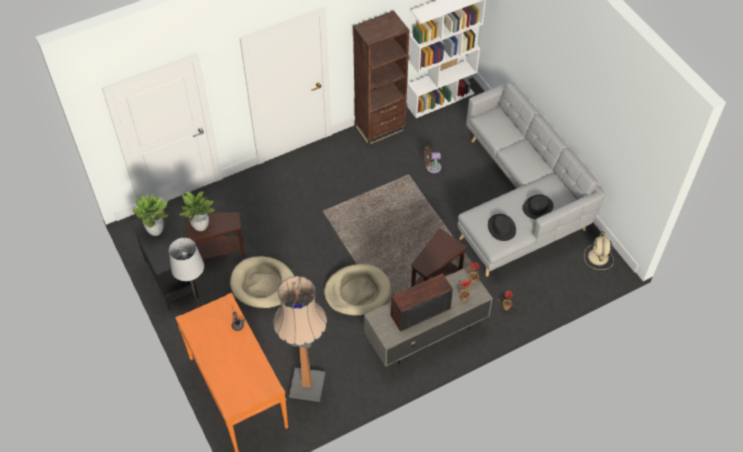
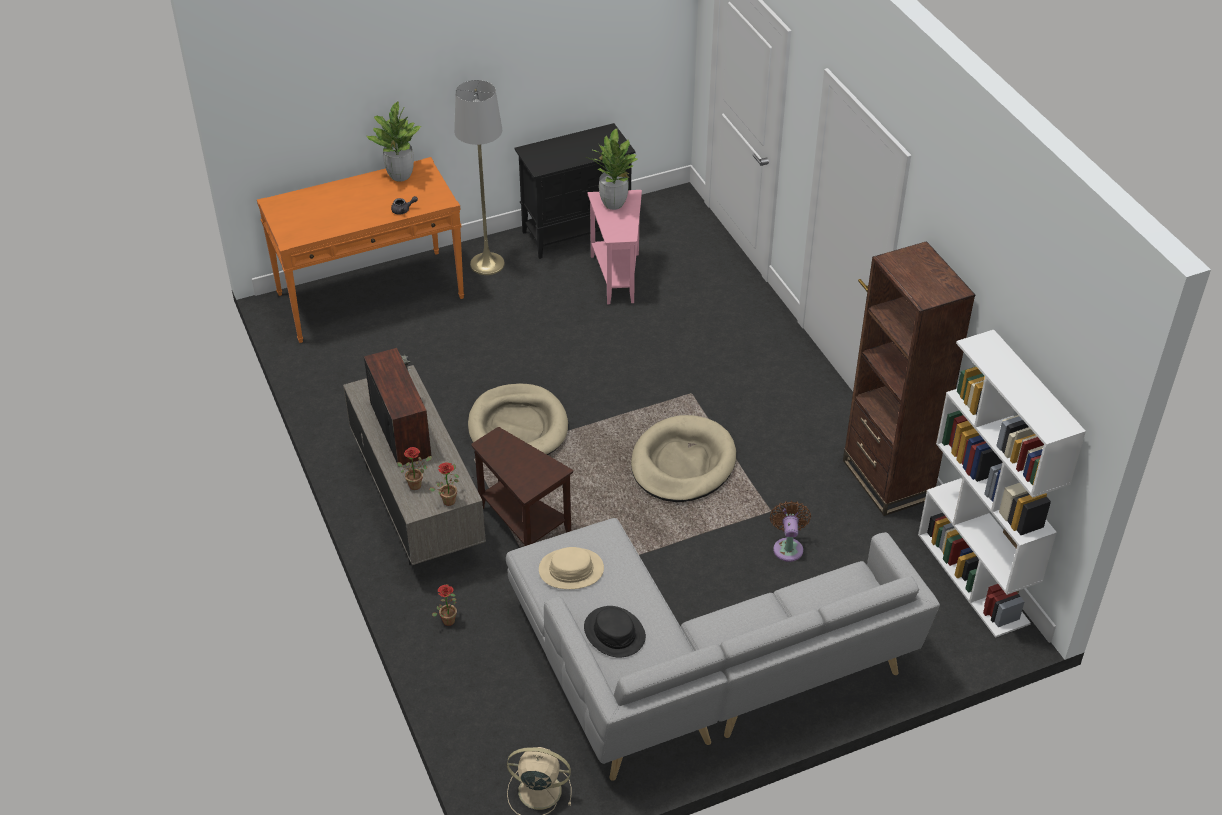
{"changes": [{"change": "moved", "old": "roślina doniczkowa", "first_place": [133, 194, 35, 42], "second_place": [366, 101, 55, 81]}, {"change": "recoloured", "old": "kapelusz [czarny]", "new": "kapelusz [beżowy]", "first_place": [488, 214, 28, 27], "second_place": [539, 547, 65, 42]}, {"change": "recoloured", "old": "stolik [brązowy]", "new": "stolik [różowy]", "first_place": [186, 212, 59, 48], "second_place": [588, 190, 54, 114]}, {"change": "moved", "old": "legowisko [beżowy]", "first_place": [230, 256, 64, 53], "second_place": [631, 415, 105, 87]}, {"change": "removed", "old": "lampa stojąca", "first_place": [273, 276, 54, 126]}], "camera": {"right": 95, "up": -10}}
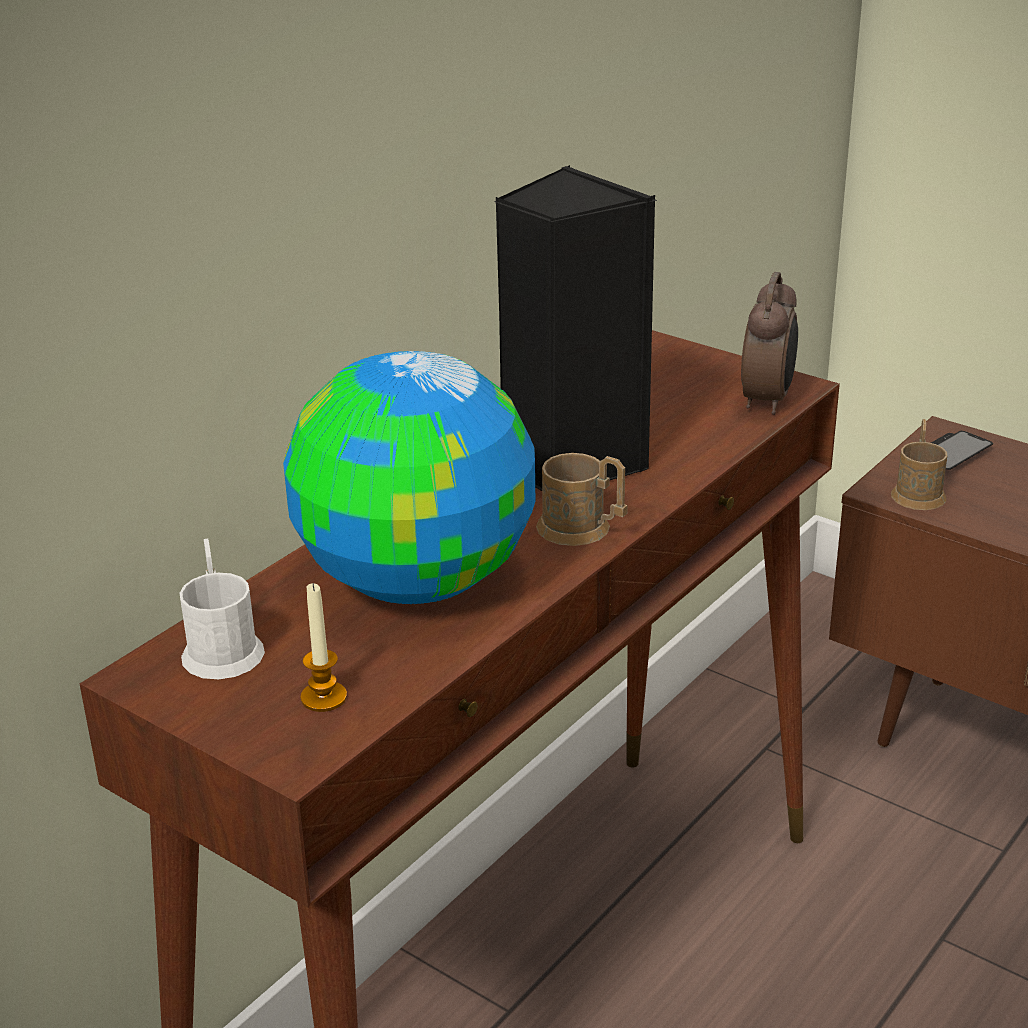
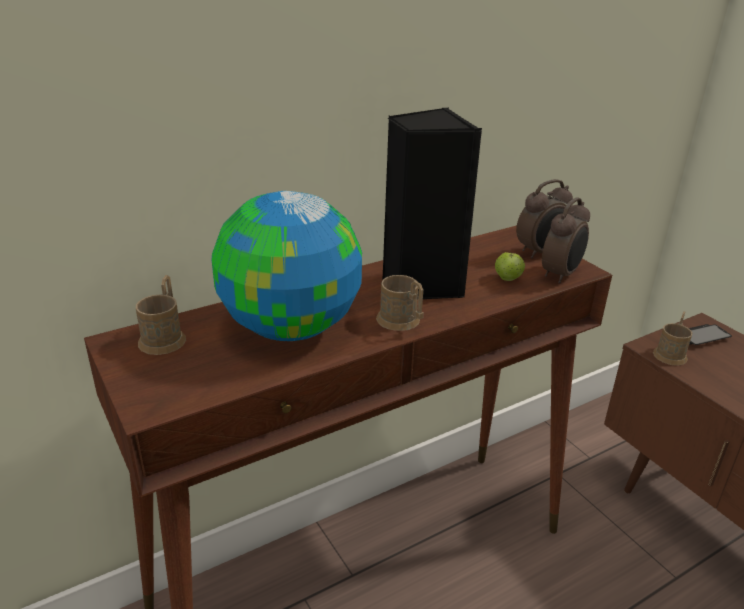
{"changes": [{"change": "recoloured", "old": "kubek [biały]", "new": "kubek [brązowy]", "first_place": [180, 539, 85, 140], "second_place": [136, 275, 50, 80]}, {"change": "added", "new": "jabłko", "second_place": [495, 252, 30, 29]}, {"change": "added", "new": "budzik", "second_place": [516, 179, 57, 80]}, {"change": "removed", "old": "świeca", "first_place": [300, 583, 47, 129]}], "camera": {"right": 20, "up": 0}}
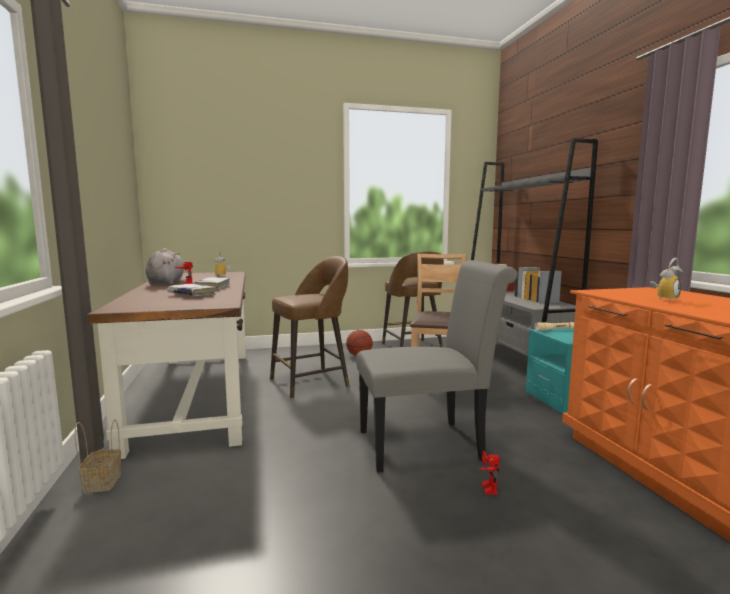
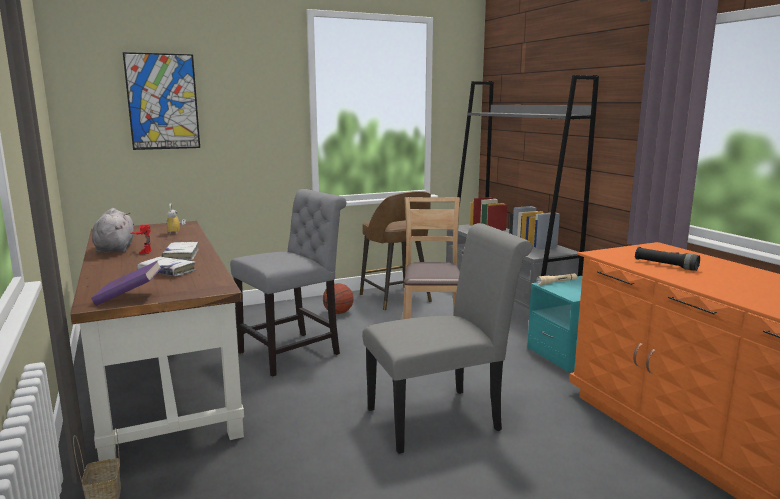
{"changes": [{"change": "added", "new": "książka [fioletowy]", "second_place": [91, 261, 71, 45]}, {"change": "added", "new": "obraz", "second_place": [123, 52, 77, 98]}, {"change": "replaced", "old": "stołek [brązowy]", "new": "krzesło [szary]", "first_place": [270, 256, 79, 142], "second_place": [230, 189, 116, 188]}, {"change": "replaced", "old": "budzik", "new": "latarka [czarny]", "first_place": [650, 258, 33, 44], "second_place": [635, 247, 65, 24]}, {"change": "removed", "old": "robot zabawkowy", "first_place": [479, 451, 21, 43]}], "camera": {"right": -10, "up": 5}}
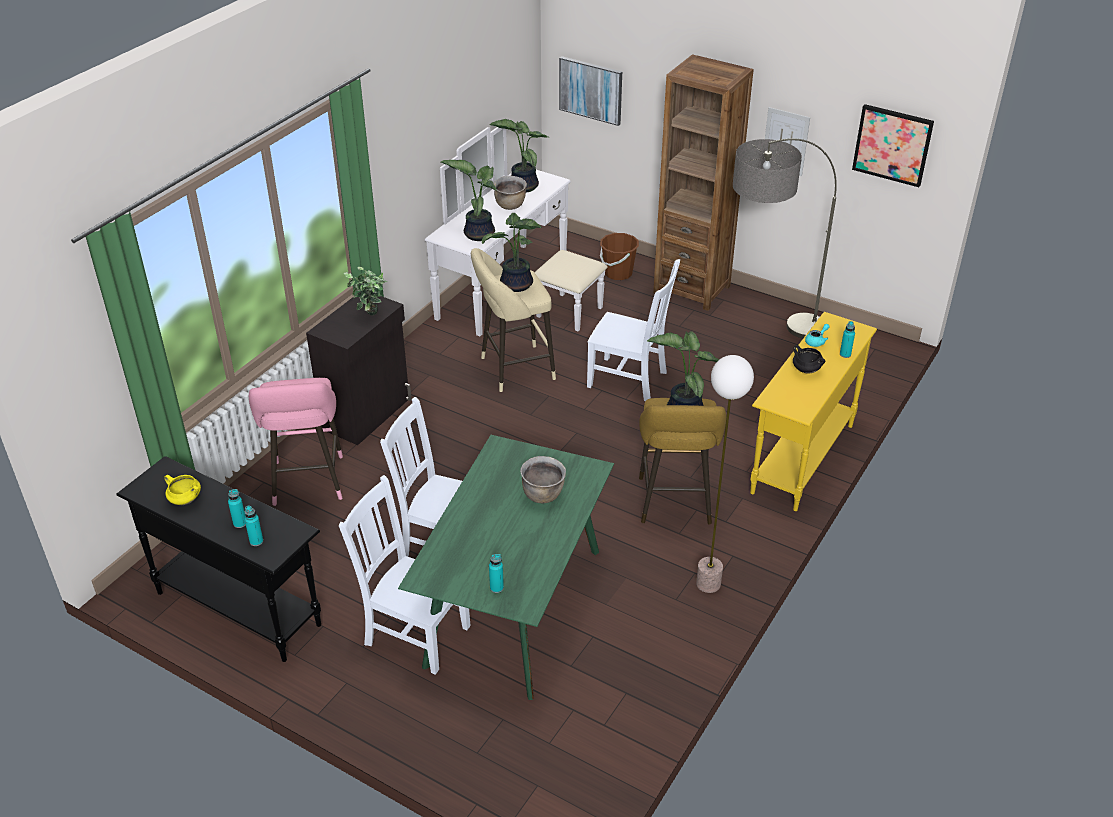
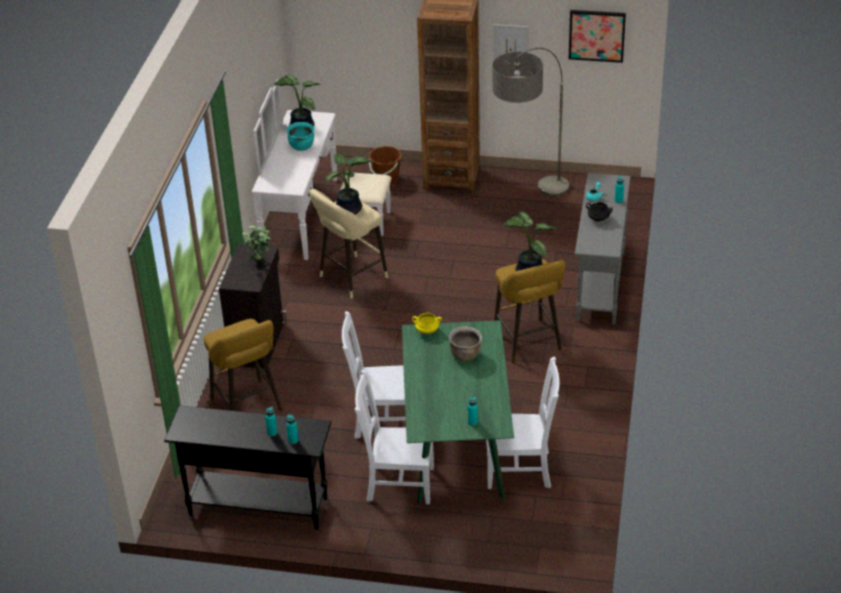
{"changes": [{"change": "recoloured", "old": "stołek [różowy]", "new": "stołek [żółty]", "first_place": [249, 378, 94, 128], "second_place": [204, 319, 78, 92]}, {"change": "recoloured", "old": "garnek [brązowy]", "new": "garnek [turkusowy]", "first_place": [494, 176, 33, 34], "second_place": [286, 122, 29, 29]}, {"change": "moved", "old": "garnek [żółty]", "first_place": [164, 475, 37, 30], "second_place": [412, 313, 30, 21]}, {"change": "moved", "old": "krzesło [biały]", "first_place": [587, 259, 93, 142], "second_place": [486, 356, 74, 133]}, {"change": "recoloured", "old": "stolik konsolowy [żółty]", "new": "stolik konsolowy [szary]", "first_place": [750, 312, 127, 199], "second_place": [575, 173, 56, 152]}, {"change": "removed", "old": "roślina doniczkowa", "first_place": [441, 160, 56, 81]}, {"change": "removed", "old": "obraz", "first_place": [559, 56, 63, 70]}, {"change": "removed", "old": "lampa stojąca", "first_place": [696, 355, 58, 238]}], "camera": {"right": -20, "up": 0}}
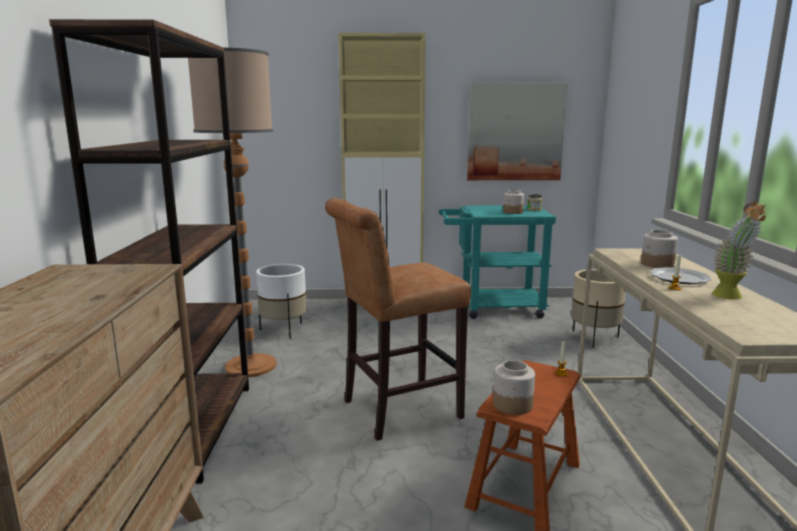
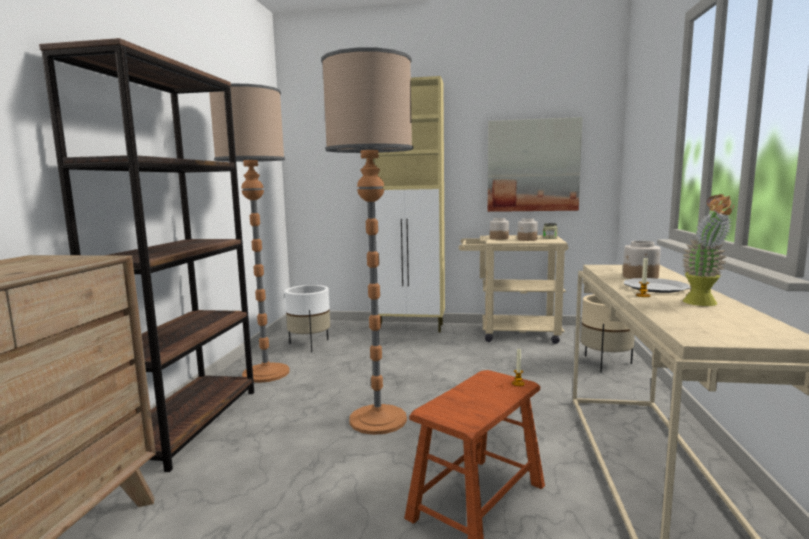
{"changes": [{"change": "replaced", "old": "stołek [brązowy]", "new": "lampa stojąca", "first_place": [325, 198, 146, 243], "second_place": [321, 48, 92, 387]}, {"change": "recoloured", "old": "wózek [turkusowy]", "new": "wózek [beżowy]", "first_place": [439, 205, 117, 114], "second_place": [458, 235, 110, 109]}, {"change": "moved", "old": "słoik", "first_place": [493, 360, 42, 55], "second_place": [490, 218, 19, 22]}], "camera": {"right": 10, "up": -5}}
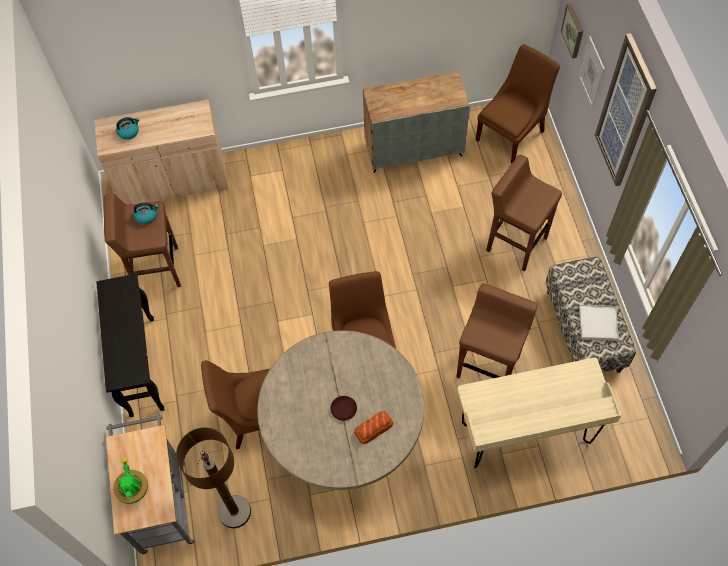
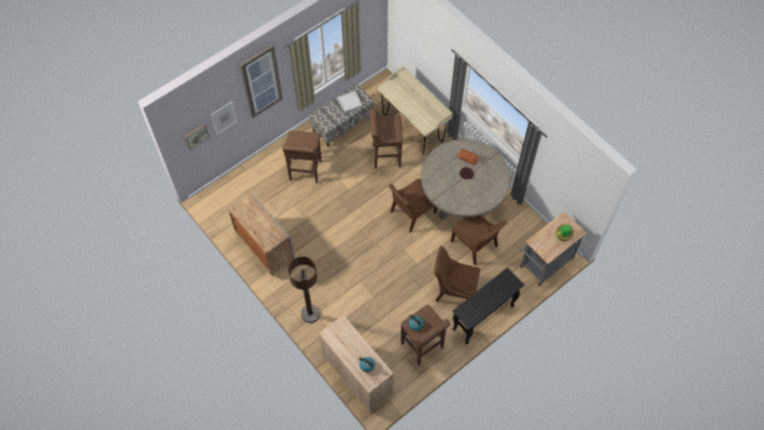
{"changes": [{"change": "moved", "old": "lampa stojąca [brązowy]", "first_place": [176, 427, 75, 101], "second_place": [288, 256, 32, 67]}, {"change": "moved", "old": "krzesło [brązowy]", "first_place": [476, 44, 84, 119], "second_place": [434, 246, 46, 56]}], "camera": {"right": -120, "up": 0}}
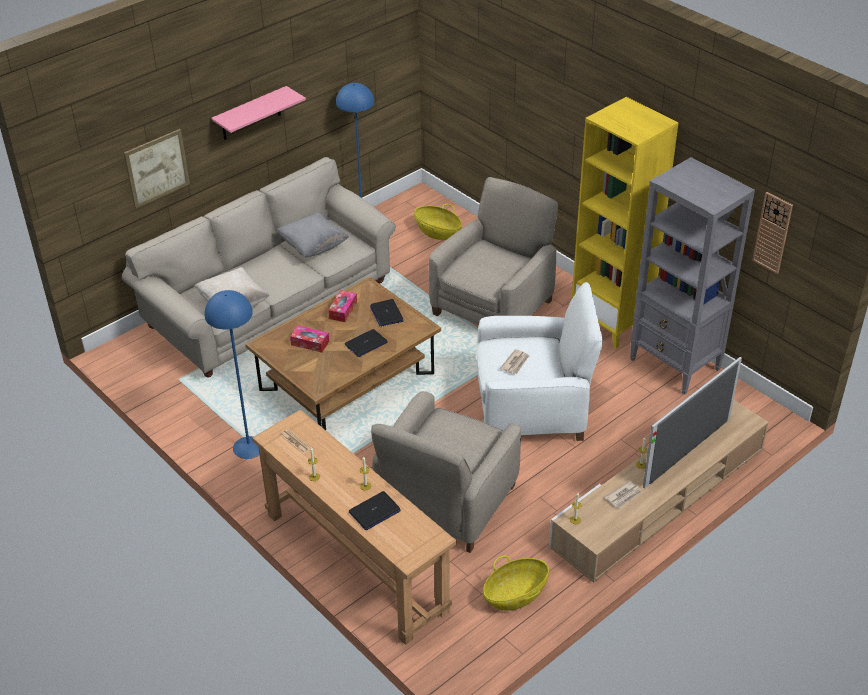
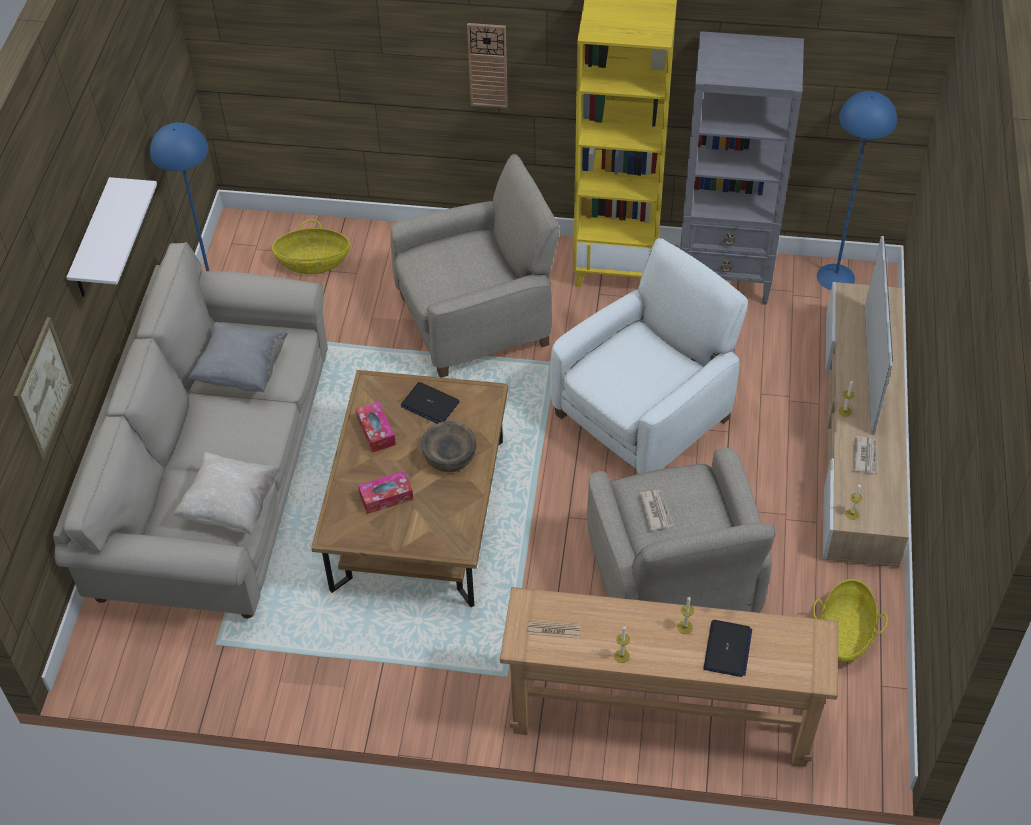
{"changes": [{"change": "recoloured", "old": "półka [różowy]", "new": "półka [biały]", "first_place": [211, 86, 95, 54], "second_place": [67, 177, 90, 120]}, {"change": "turned", "old": "fotel [beżowy]", "first_place": [429, 177, 129, 148], "second_place": [390, 154, 170, 224], "degrees": 75}, {"change": "replaced", "old": "laptop", "new": "miska [brązowy]", "first_place": [345, 329, 43, 28], "second_place": [421, 421, 56, 51]}, {"change": "moved", "old": "zegar ścienny", "first_place": [752, 192, 41, 82], "second_place": [467, 23, 41, 85]}, {"change": "moved", "old": "gazeta", "first_place": [500, 349, 29, 25], "second_place": [639, 490, 35, 41]}, {"change": "moved", "old": "lampa stojąca [niebieski]", "first_place": [205, 290, 54, 169], "second_place": [817, 91, 80, 199]}], "camera": {"right": -40, "up": 10}}
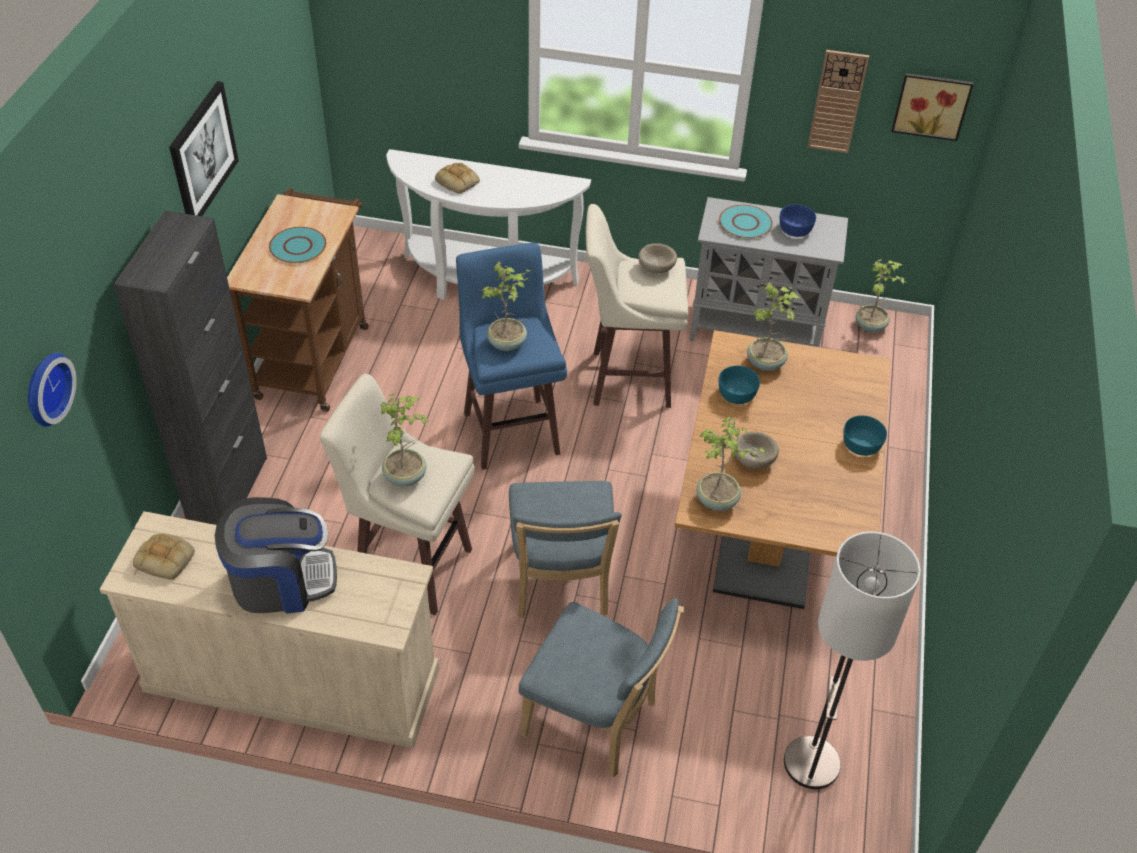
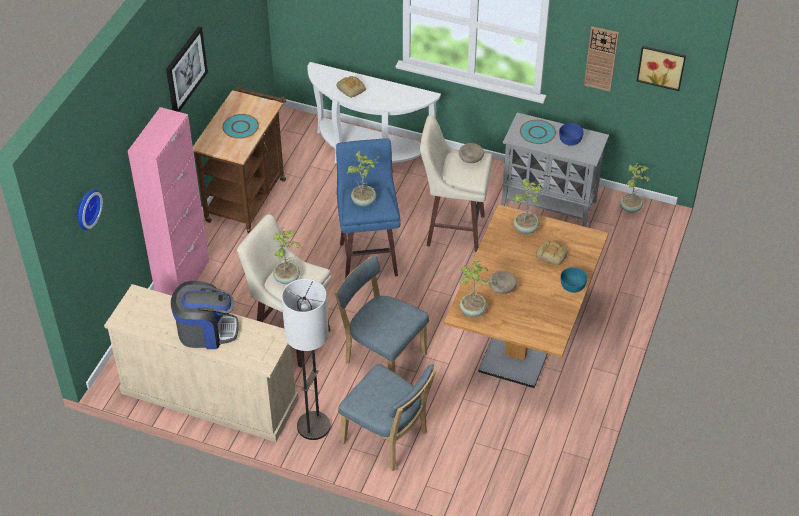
{"changes": [{"change": "recoloured", "old": "szafka [czarny]", "new": "szafka [różowy]", "first_place": [114, 211, 153, 314], "second_place": [128, 107, 81, 189]}, {"change": "moved", "old": "lampa stojąca", "first_place": [784, 531, 137, 258], "second_place": [281, 279, 50, 161]}, {"change": "turned", "old": "krzesło [niebieski]", "first_place": [509, 481, 113, 137], "second_place": [335, 256, 94, 116], "degrees": 120}, {"change": "moved", "old": "chleb", "first_place": [133, 533, 62, 47], "second_place": [536, 241, 32, 25]}, {"change": "removed", "old": "miska [turkusowy]", "first_place": [719, 366, 41, 38]}], "camera": {"right": 10, "up": 0}}
